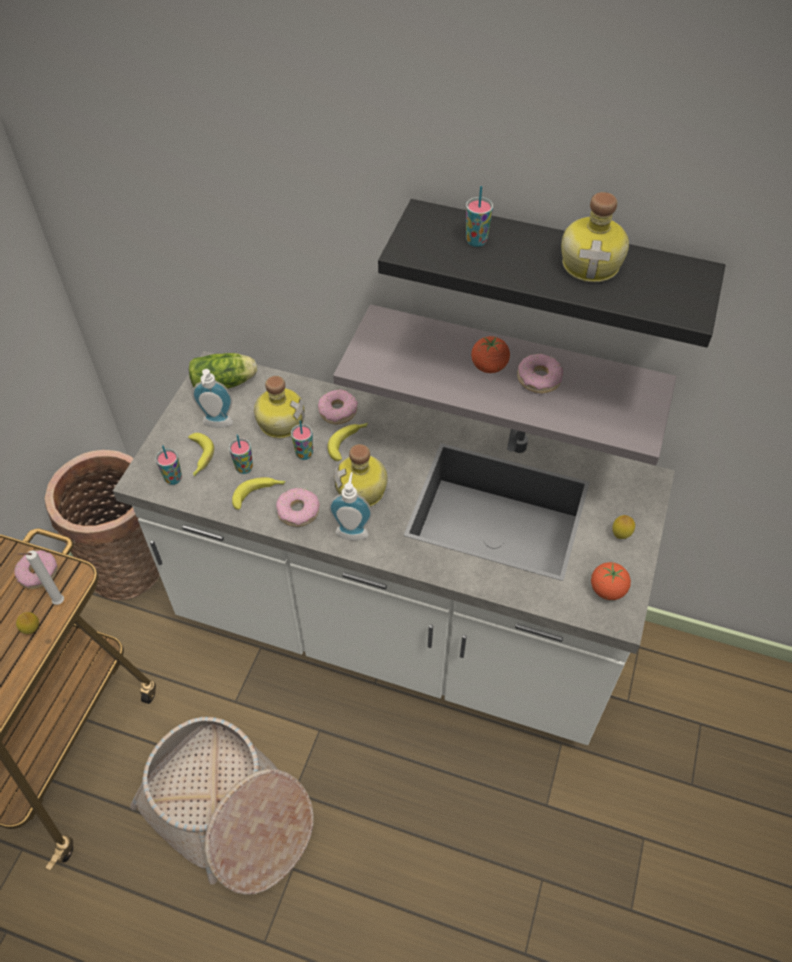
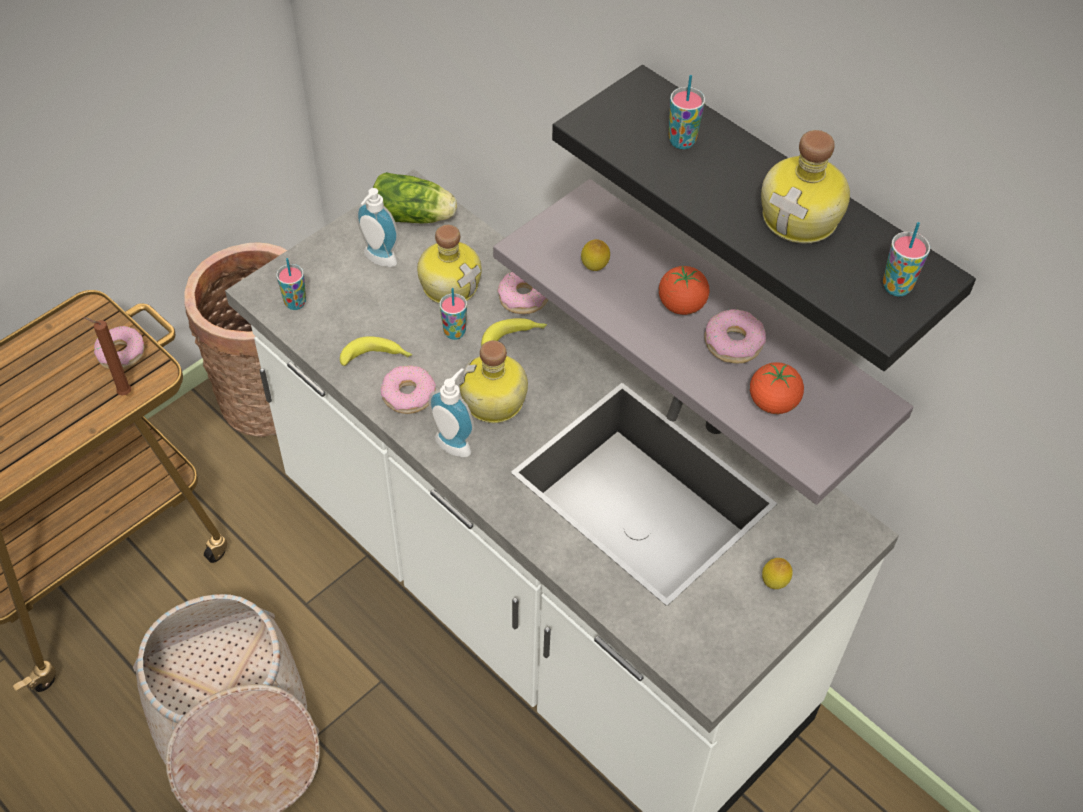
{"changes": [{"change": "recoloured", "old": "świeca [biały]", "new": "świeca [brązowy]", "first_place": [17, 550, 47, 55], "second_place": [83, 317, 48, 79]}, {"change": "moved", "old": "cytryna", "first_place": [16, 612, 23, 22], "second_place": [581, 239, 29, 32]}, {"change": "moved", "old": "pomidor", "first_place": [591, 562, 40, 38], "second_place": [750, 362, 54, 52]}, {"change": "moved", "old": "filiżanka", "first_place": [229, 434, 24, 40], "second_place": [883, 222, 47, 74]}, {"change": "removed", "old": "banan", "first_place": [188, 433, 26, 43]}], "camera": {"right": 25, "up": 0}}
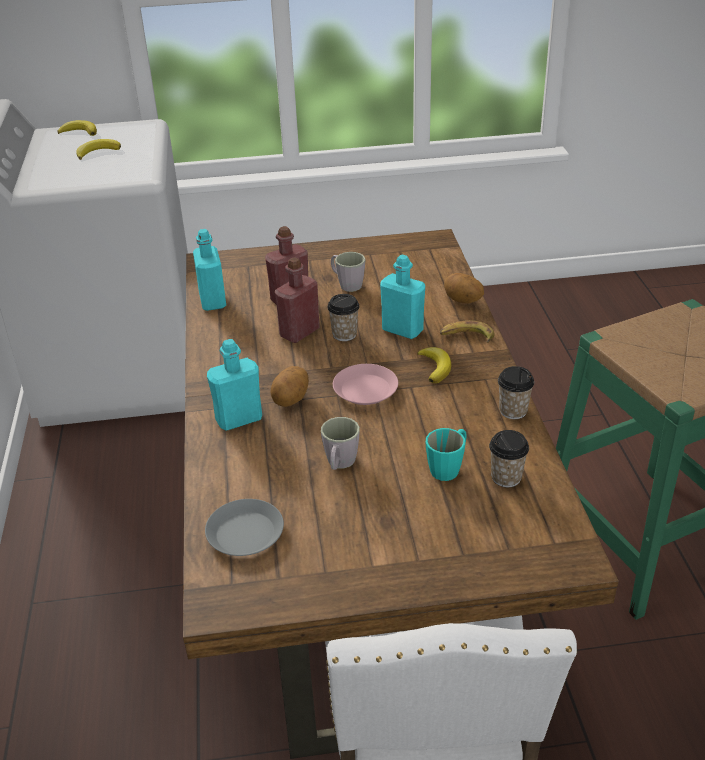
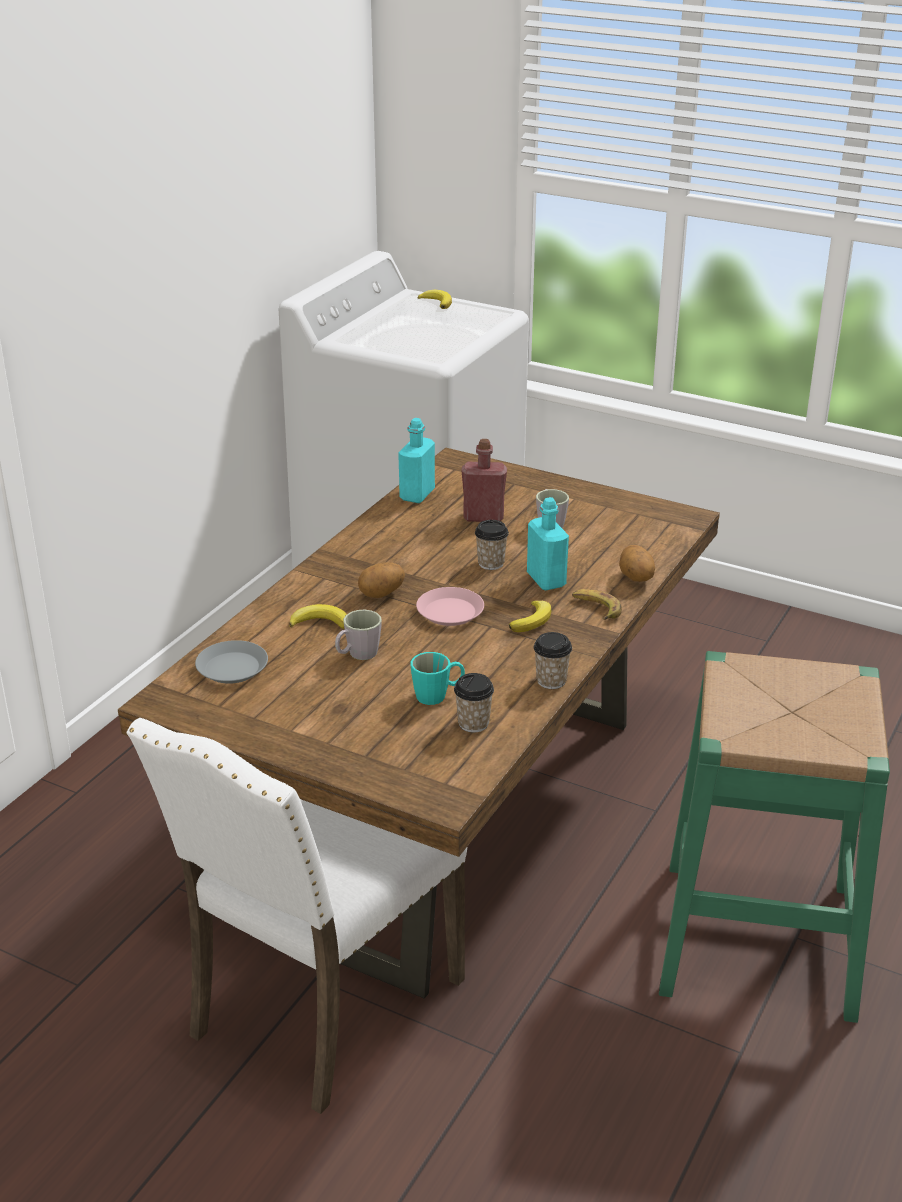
{"changes": [{"change": "moved", "old": "banan", "first_place": [76, 139, 45, 21], "second_place": [289, 604, 58, 25]}, {"change": "removed", "old": "butelka [turkusowy]", "first_place": [207, 339, 55, 92]}, {"change": "removed", "old": "butelka [czerwony]", "first_place": [275, 257, 45, 86]}], "camera": {"right": 35, "up": -5}}
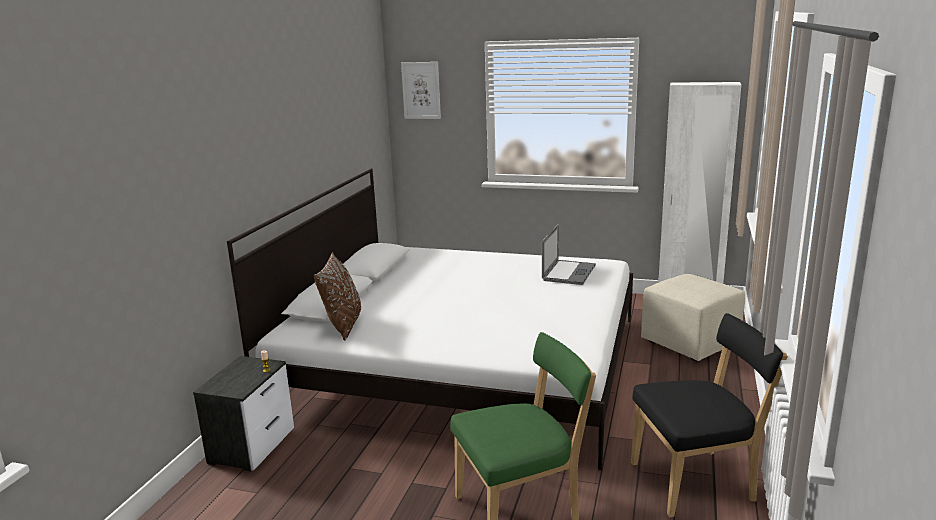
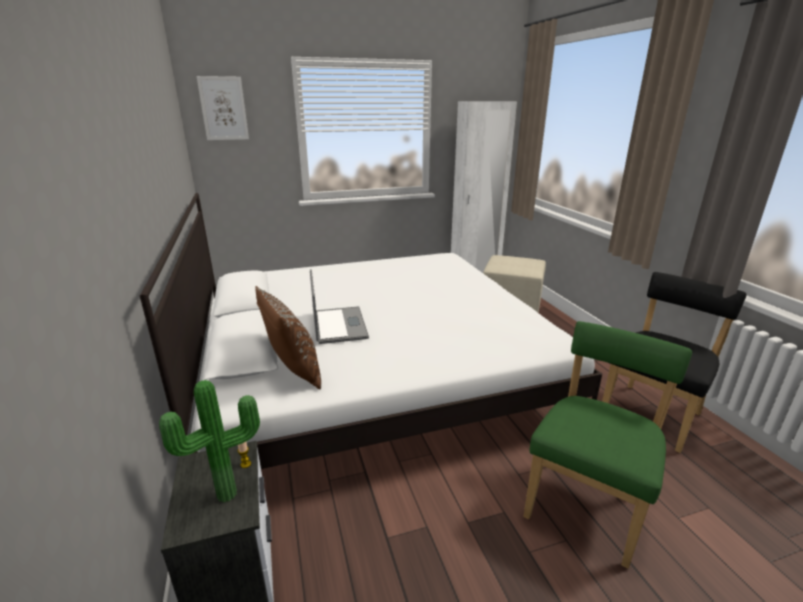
{"changes": [{"change": "added", "new": "roślina doniczkowa", "second_place": [159, 380, 101, 122]}, {"change": "moved", "old": "laptop", "first_place": [542, 224, 54, 61], "second_place": [310, 269, 59, 75]}], "camera": {"right": -35, "up": 5}}
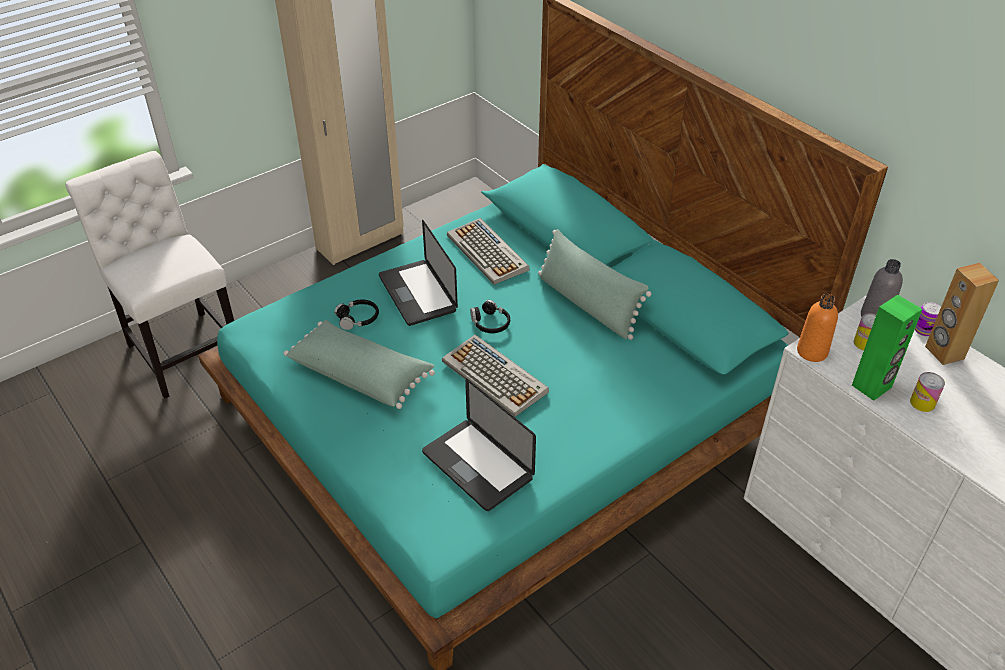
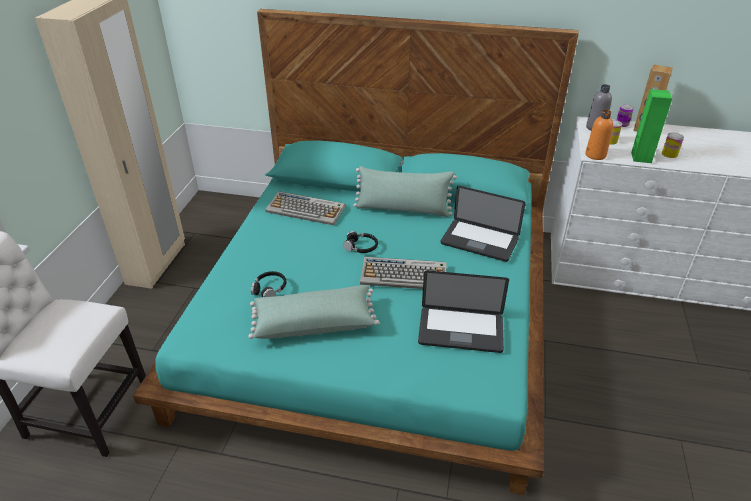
{"changes": [{"change": "moved", "old": "laptop", "first_place": [379, 220, 79, 106], "second_place": [441, 186, 85, 76]}], "camera": {"right": -40, "up": -5}}
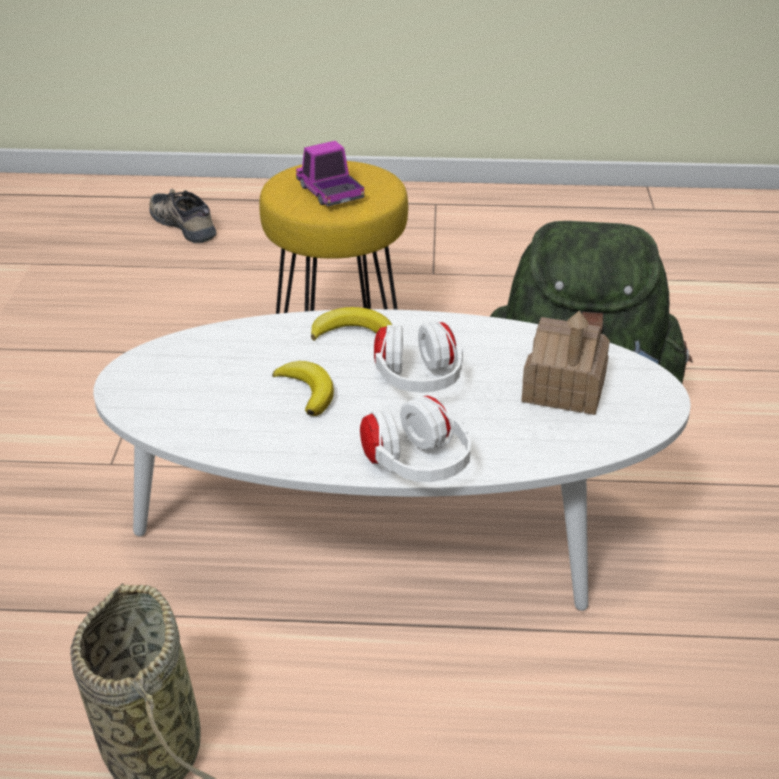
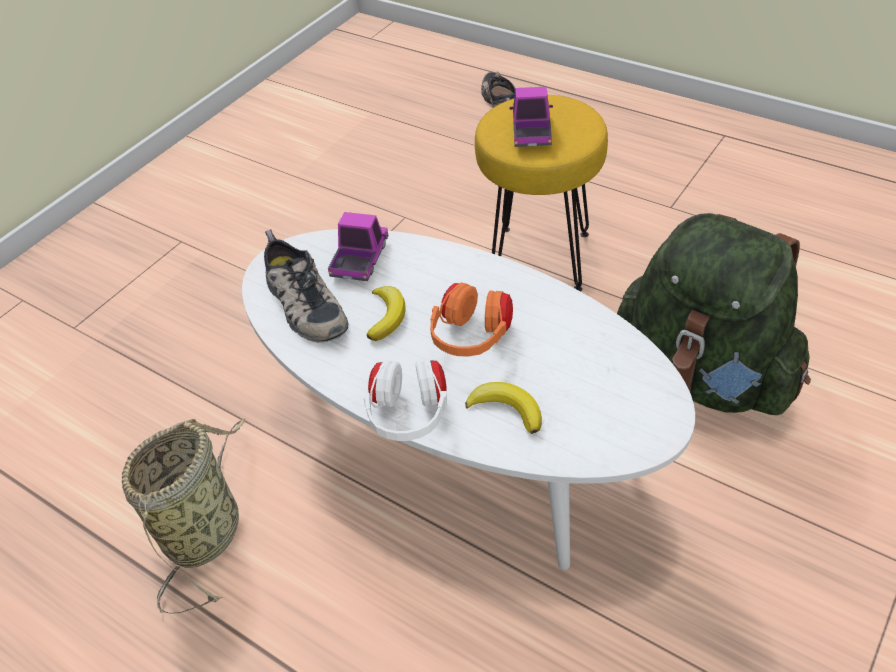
{"changes": [{"change": "added", "new": "but", "second_place": [264, 229, 84, 113]}, {"change": "added", "new": "ciężarówka zabawkowa", "second_place": [328, 212, 60, 69]}, {"change": "recoloured", "old": "słuchawki [biały]", "new": "słuchawki [pomarańczowy]", "first_place": [374, 321, 89, 72], "second_place": [430, 282, 83, 75]}, {"change": "moved", "old": "banan", "first_place": [311, 307, 81, 34], "second_place": [465, 382, 77, 52]}, {"change": "removed", "old": "domek", "first_place": [521, 311, 89, 104]}], "camera": {"right": 35, "up": 10}}
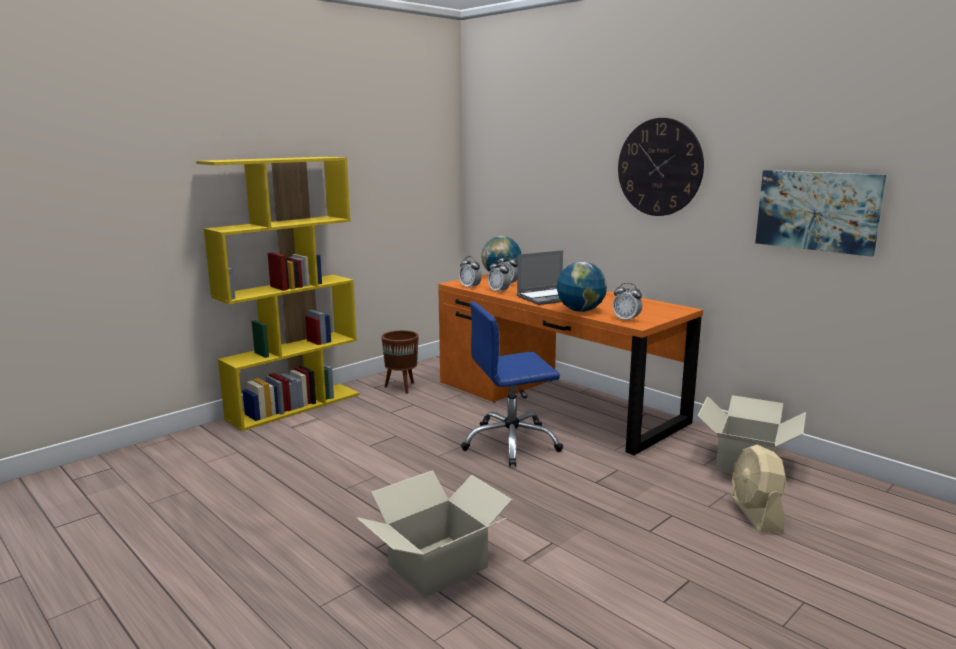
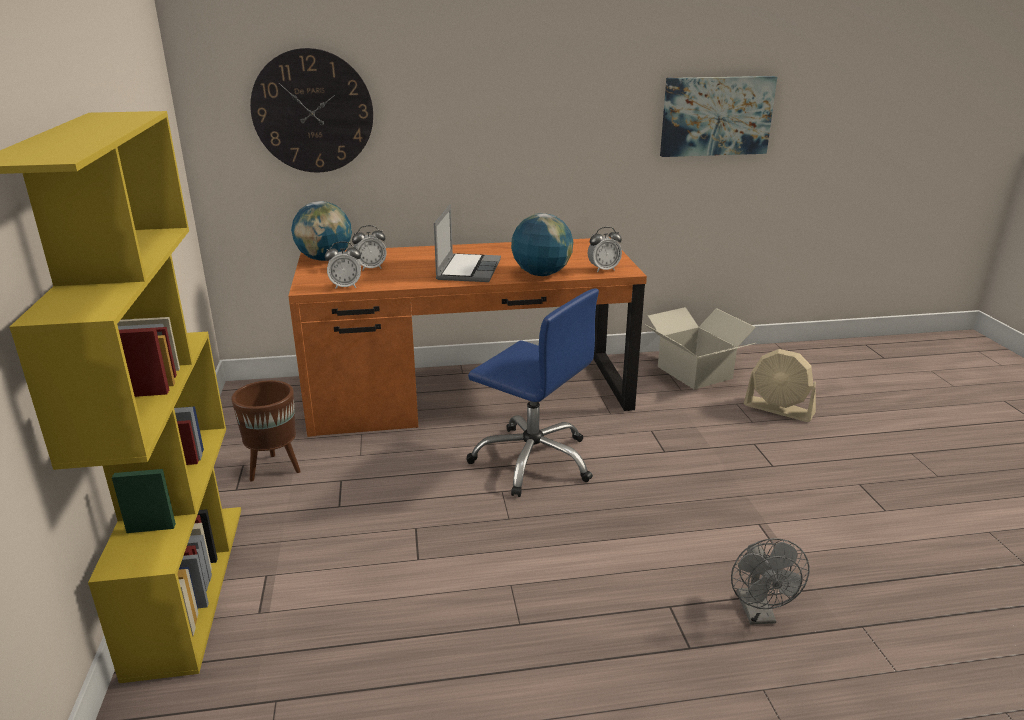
{"changes": [{"change": "moved", "old": "zegar ścienny", "first_place": [618, 118, 86, 98], "second_place": [250, 48, 123, 125]}, {"change": "turned", "old": "krzesło biurowe [niebieski]", "first_place": [461, 302, 102, 165], "second_place": [467, 288, 132, 209], "degrees": -75}, {"change": "replaced", "old": "karton", "new": "wentylator [szary]", "first_place": [357, 470, 155, 128], "second_place": [731, 538, 78, 87]}, {"change": "removed", "old": "budzik", "first_place": [488, 260, 23, 33]}], "camera": {"right": -55, "up": 10}}
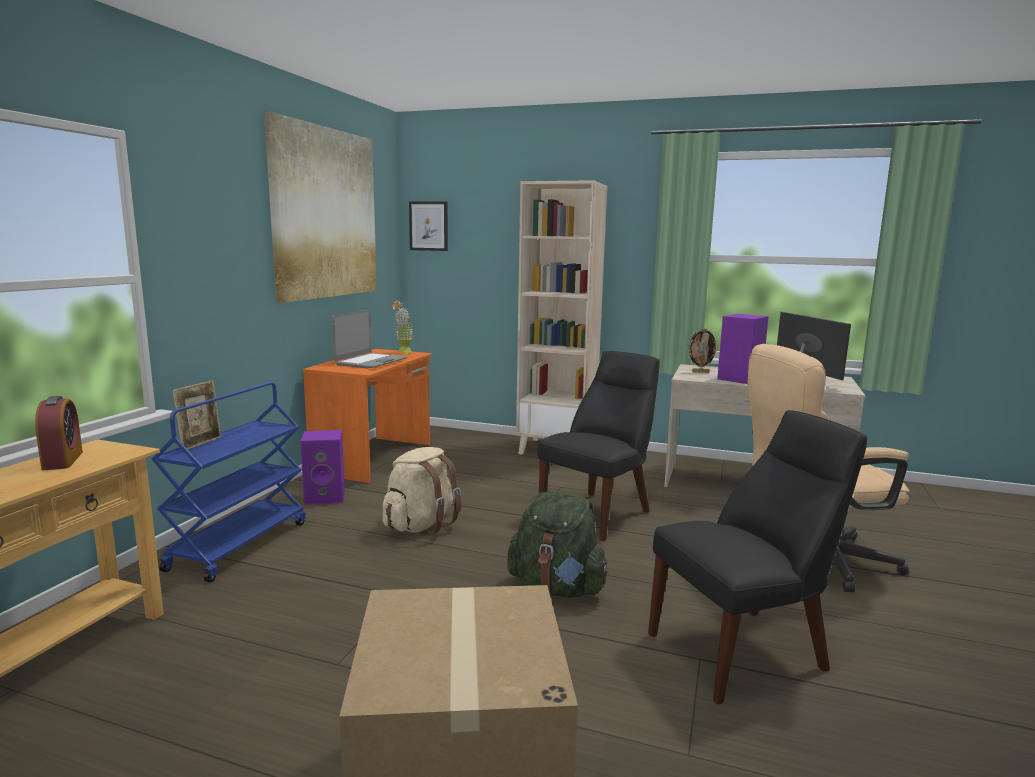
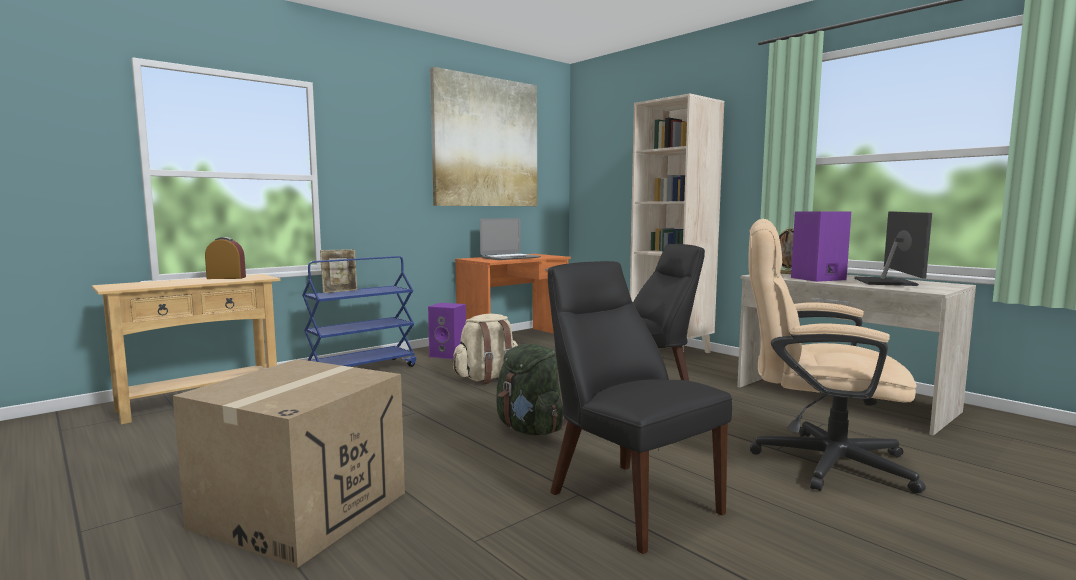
{"changes": [{"change": "turned", "old": "budzik", "first_place": [35, 396, 48, 74], "second_place": [205, 237, 41, 42], "degrees": -105}, {"change": "turned", "old": "krzesło [czarny]", "first_place": [648, 410, 219, 295], "second_place": [548, 261, 184, 293], "degrees": -135}, {"change": "removed", "old": "roślina doniczkowa", "first_place": [391, 300, 23, 54]}, {"change": "removed", "old": "obraz", "first_place": [409, 202, 39, 49]}], "camera": {"right": 30, "up": -5}}
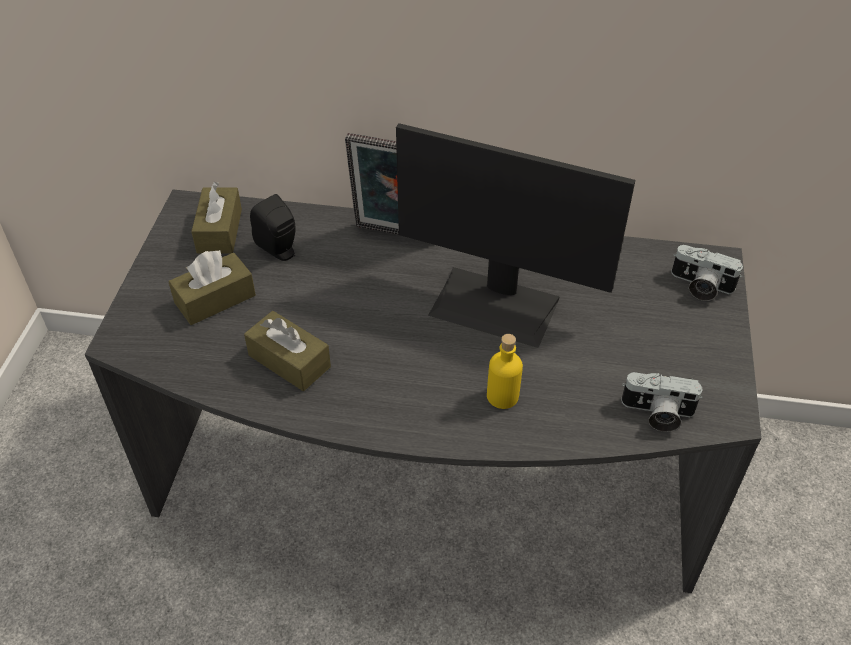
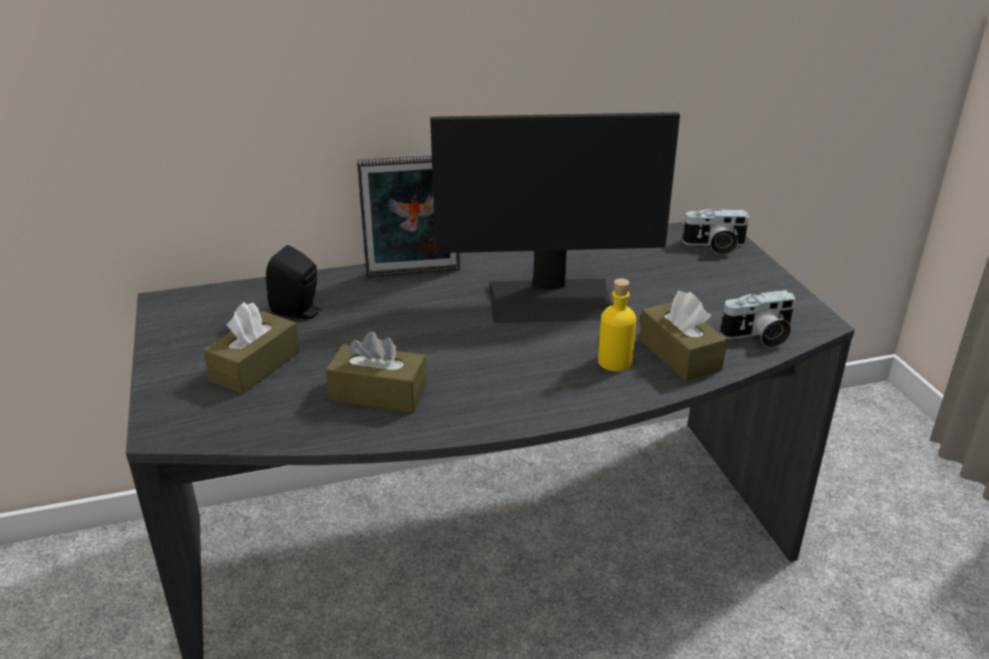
{"changes": [{"change": "moved", "old": "pudełko chusteczek [brązowy]", "first_place": [191, 182, 51, 72], "second_place": [639, 291, 88, 90]}], "camera": {"right": -25, "up": -15}}
